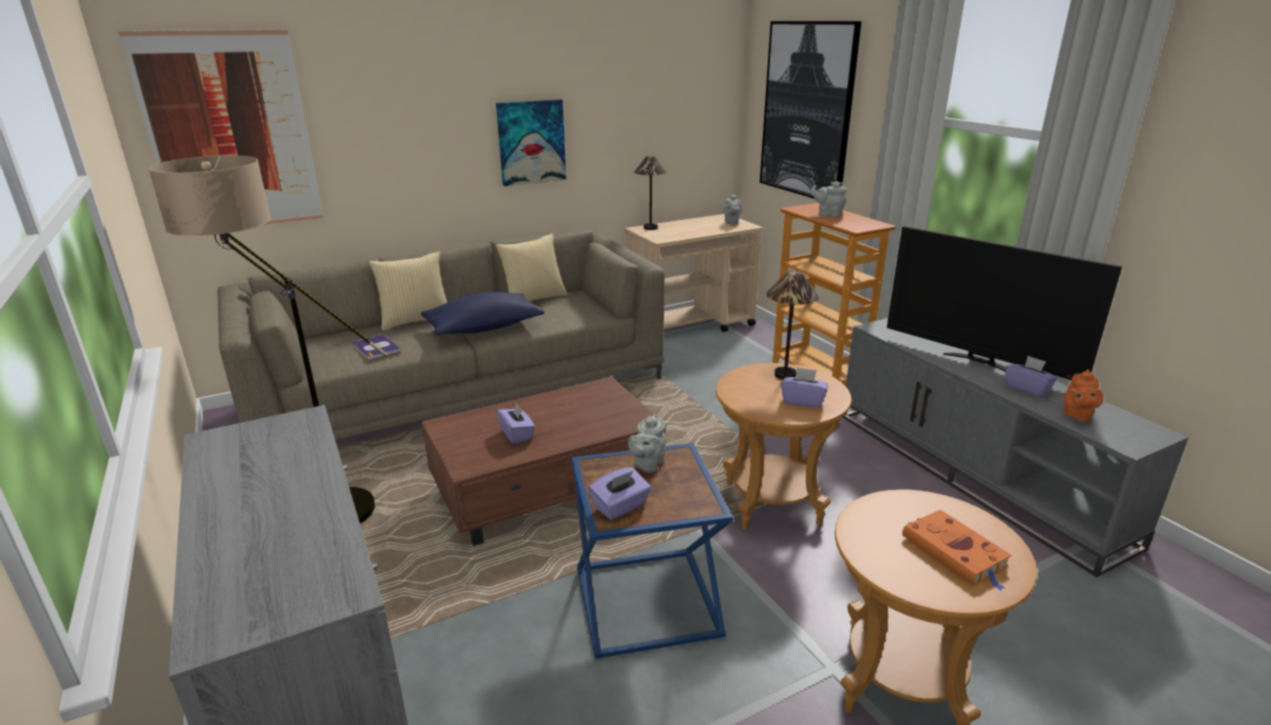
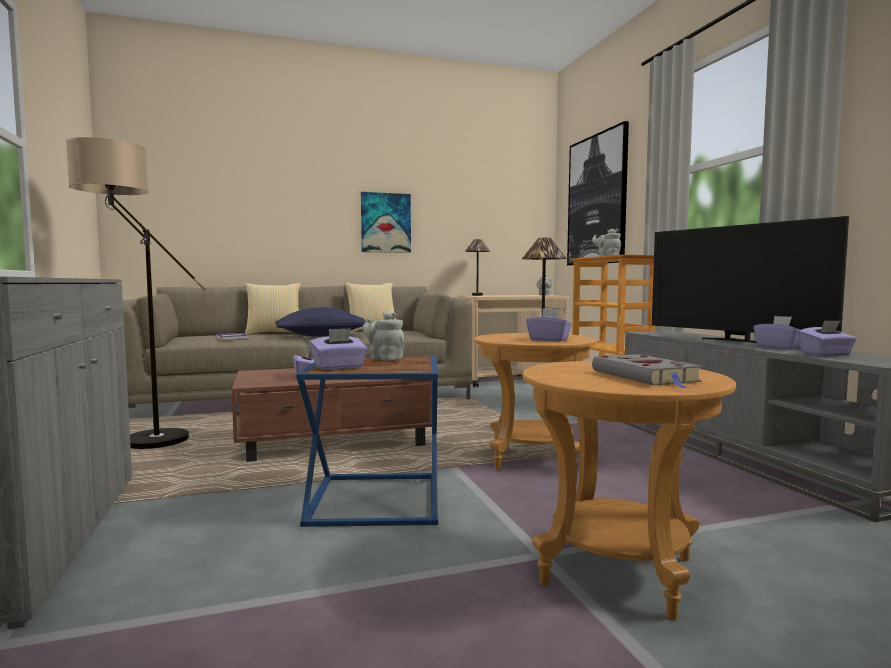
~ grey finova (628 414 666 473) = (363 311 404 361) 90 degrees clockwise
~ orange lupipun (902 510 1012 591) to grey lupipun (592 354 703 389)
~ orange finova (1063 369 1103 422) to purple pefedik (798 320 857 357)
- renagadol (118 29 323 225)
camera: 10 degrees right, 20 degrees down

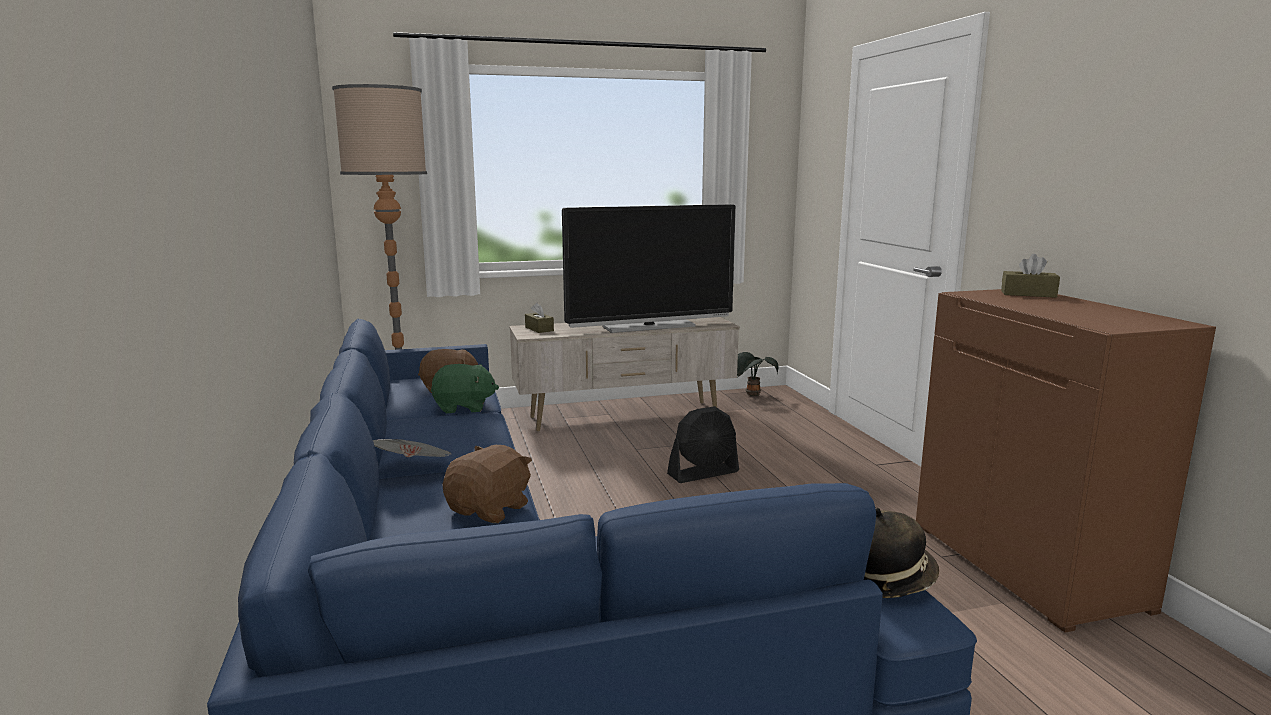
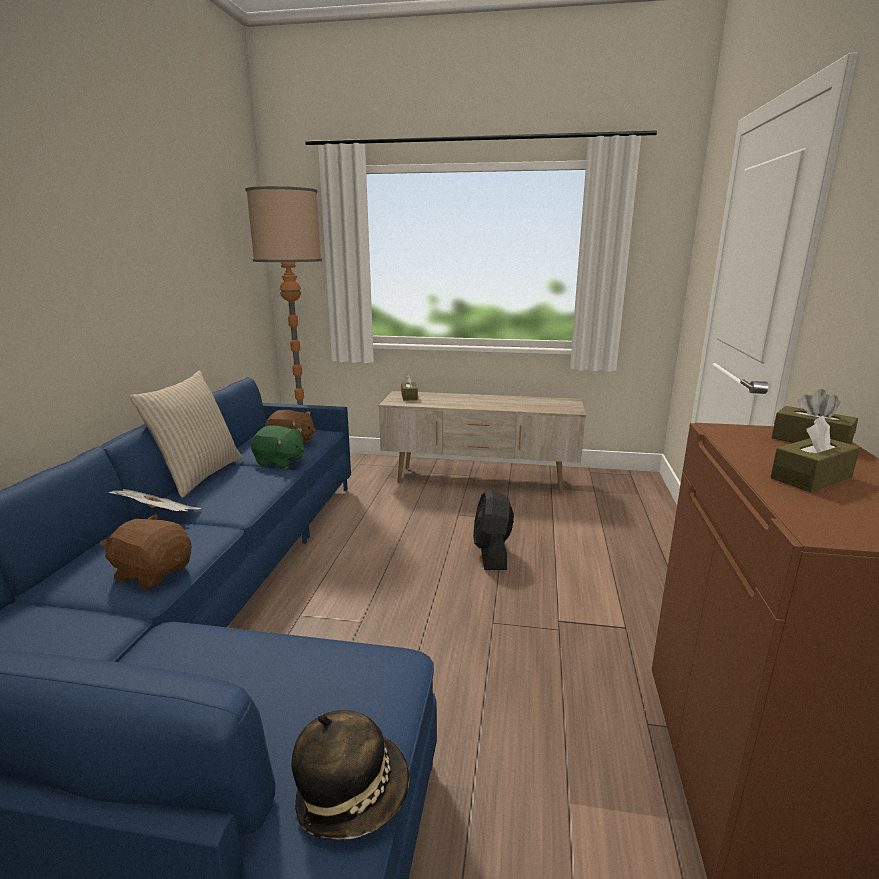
~ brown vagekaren (442 445 532 523) = (100 514 192 590) 120 degrees counterclockwise
+ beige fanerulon (129 371 242 498)
~ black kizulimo (667 406 739 483) = (473 490 514 570) 90 degrees clockwise
+ brown pefedik (770 416 860 492)
- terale (562 204 736 333)
- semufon (737 352 778 396)
camera: 25 degrees right, 5 degrees up

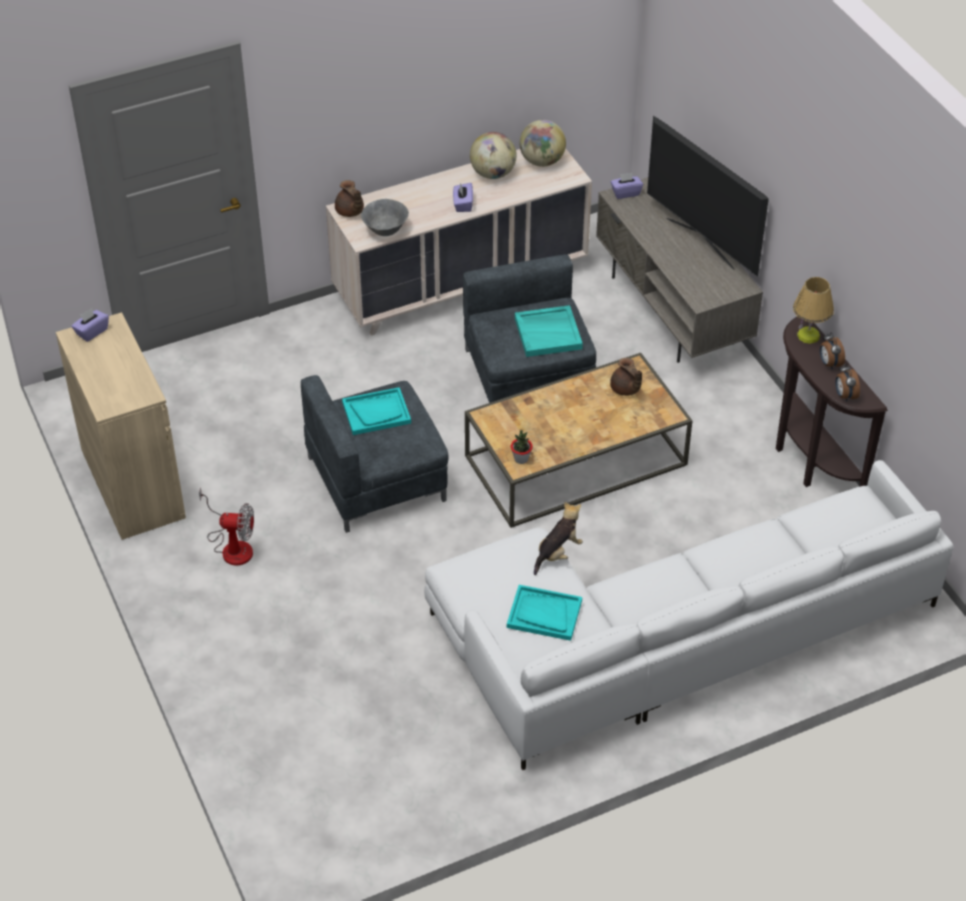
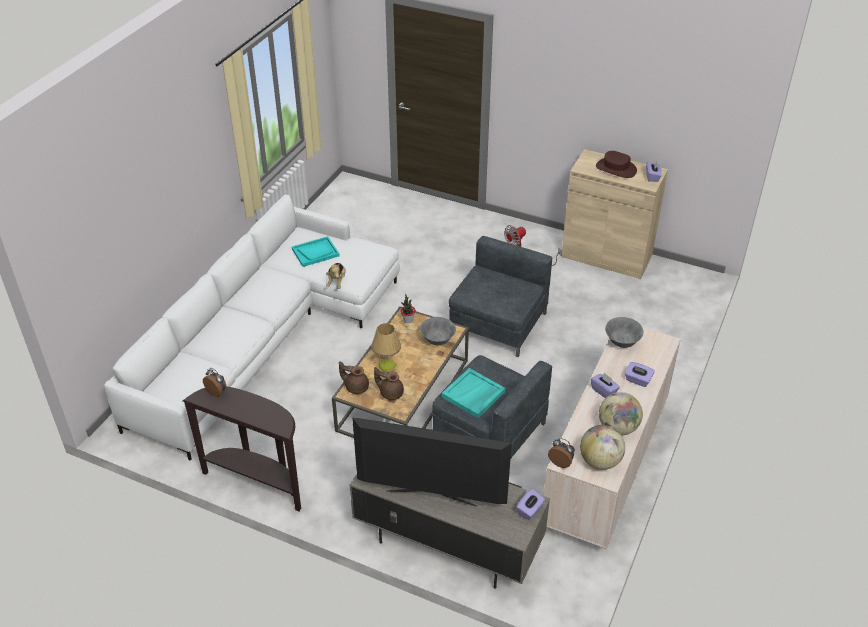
~ brown finova (335 180 364 217) to (339 361 369 394)
~ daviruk (793 277 834 344) to (372 323 401 372)
+ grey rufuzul (420 317 456 345)
~ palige (820 333 845 369) to (548 438 575 468)
+ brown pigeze (596 151 637 178)
+ purple pefedik (625 362 655 387)
- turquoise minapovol (342 387 411 435)
camera: 140 degrees right, 5 degrees down

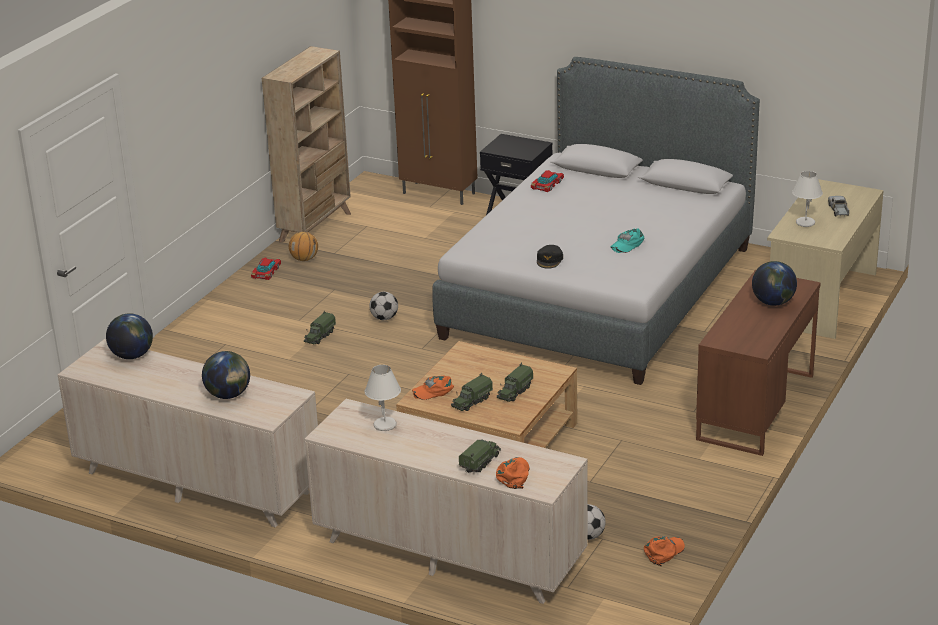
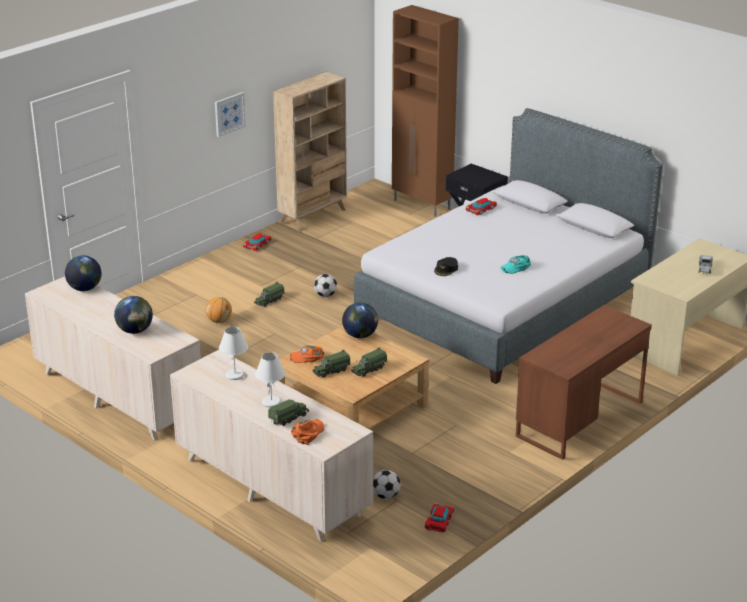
~ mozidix (289 232 318 261) to (206 297 232 323)
+ renagadol (215 92 246 137)
~ white daviruk (792 171 823 227) to (255 352 286 407)
~ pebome (752 261 797 306) to (342 302 378 338)
~ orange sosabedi (644 536 685 566) to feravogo (425 503 454 533)
camera: 15 degrees right, 0 degrees up

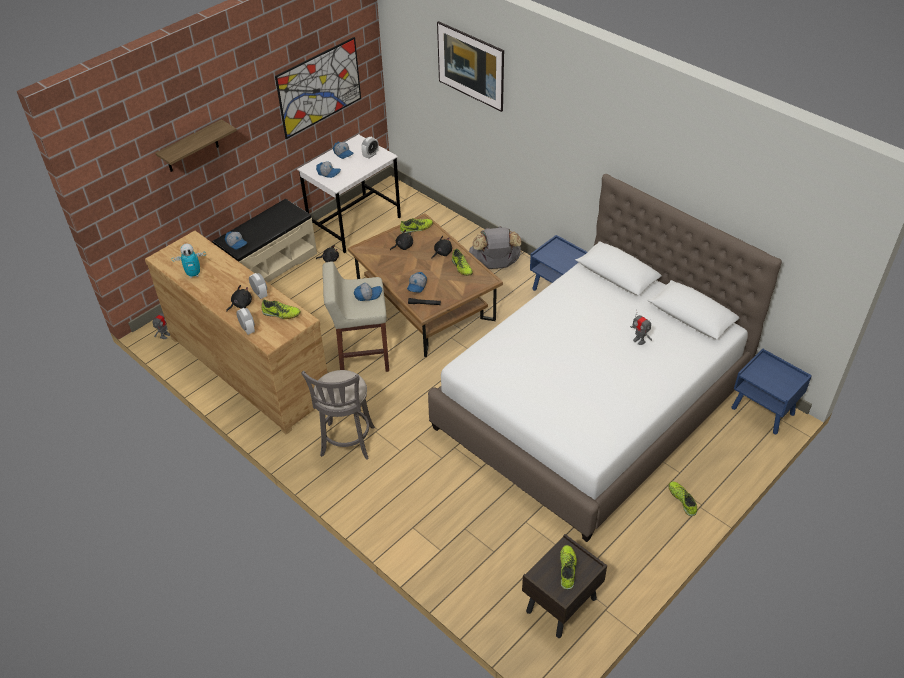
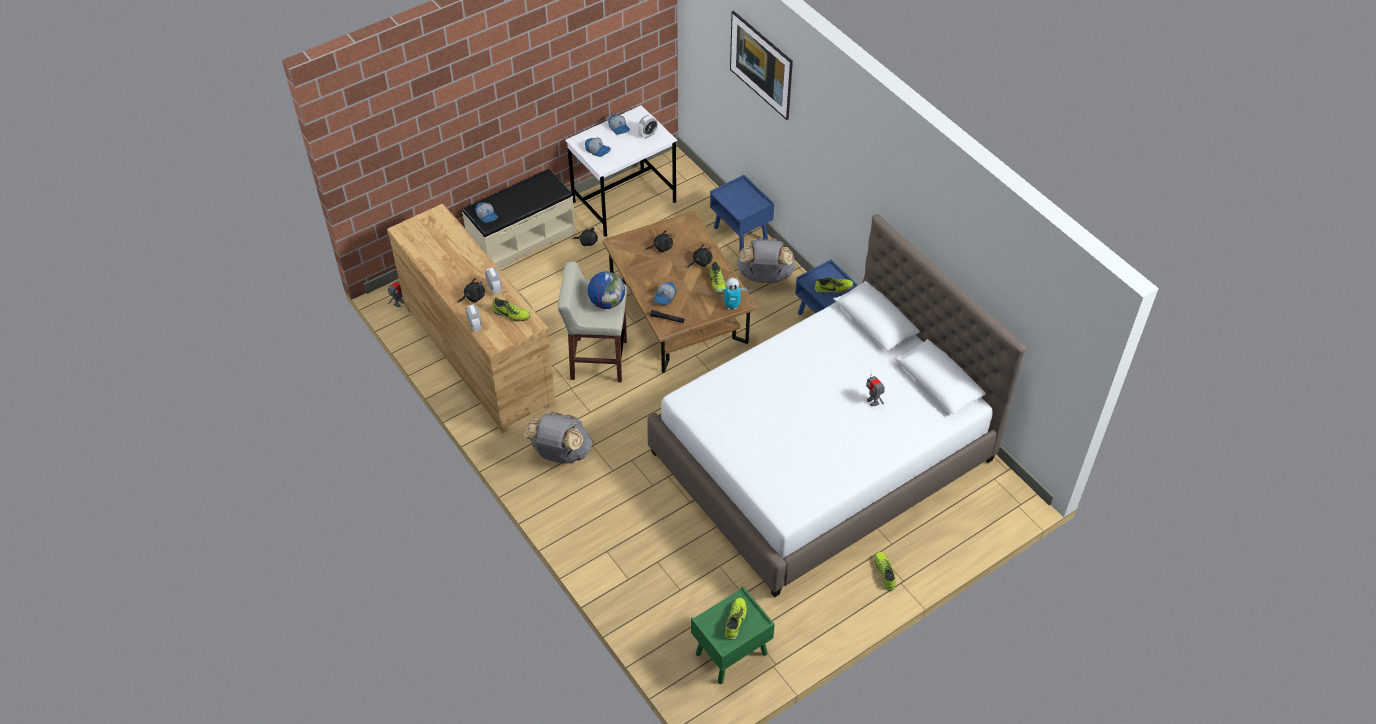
~ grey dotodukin (302 370 375 460) to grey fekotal (524 412 592 464)
~ sosabedi (354 283 382 301) to pebome (588 271 625 309)
~ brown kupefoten (522 534 607 638) to green kupefoten (691 586 775 684)
~ blue kupefoten (732 348 812 434) to (710 175 774 253)
~ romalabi (172 243 206 278) to (716 278 750 310)
~ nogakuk (400 219 433 233) to (815 277 853 293)
- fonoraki (155 119 237 172)
- renagadol (275 37 361 139)
camera: 10 degrees right, 5 degrees up

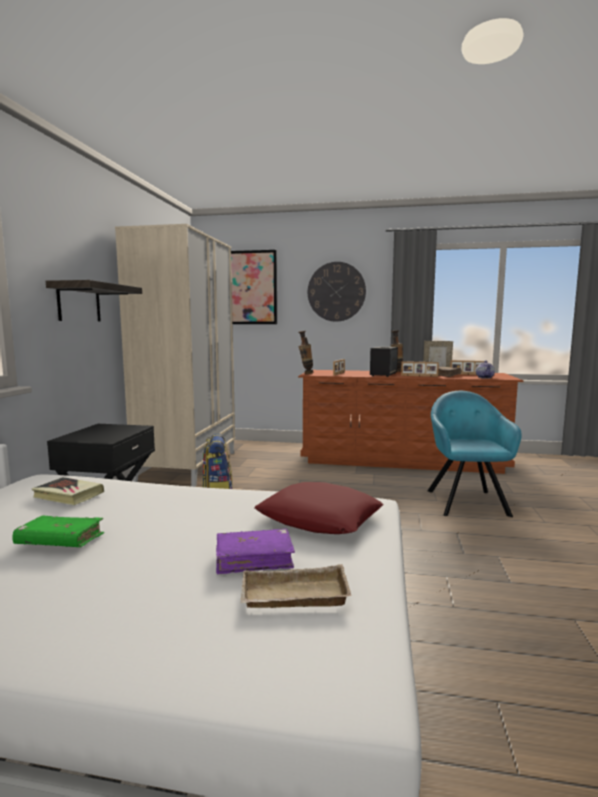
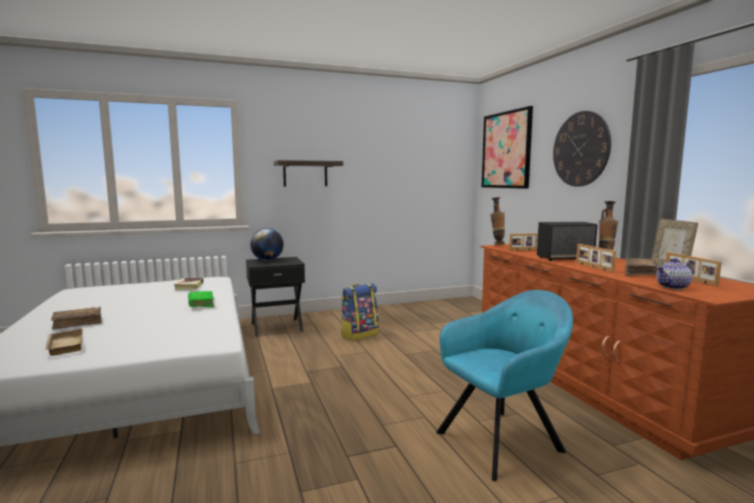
+ brown lupipun (51 307 102 330)
~ green lupipun (12 515 104 547) to (188 291 214 307)
+ pebome (250 228 284 261)
- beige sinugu (115 224 235 487)
- purple lupipun (216 529 295 574)
- red fanerulon (254 482 384 534)
camera: 60 degrees right, 0 degrees up

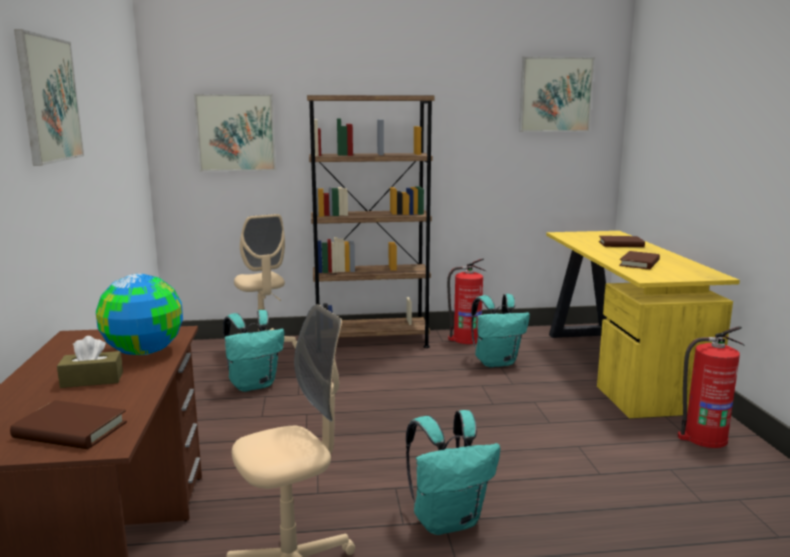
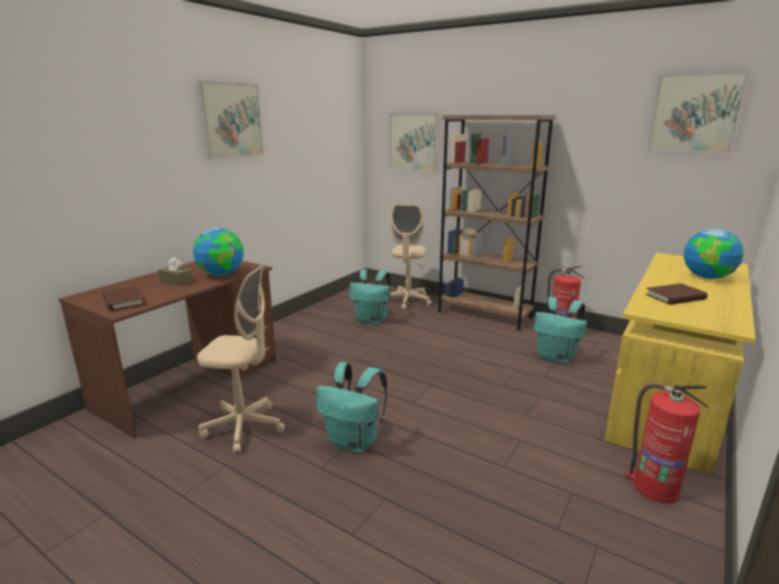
~ brown lupipun (599 236 645 247) to pebome (683 228 744 279)
camera: 40 degrees right, 5 degrees up

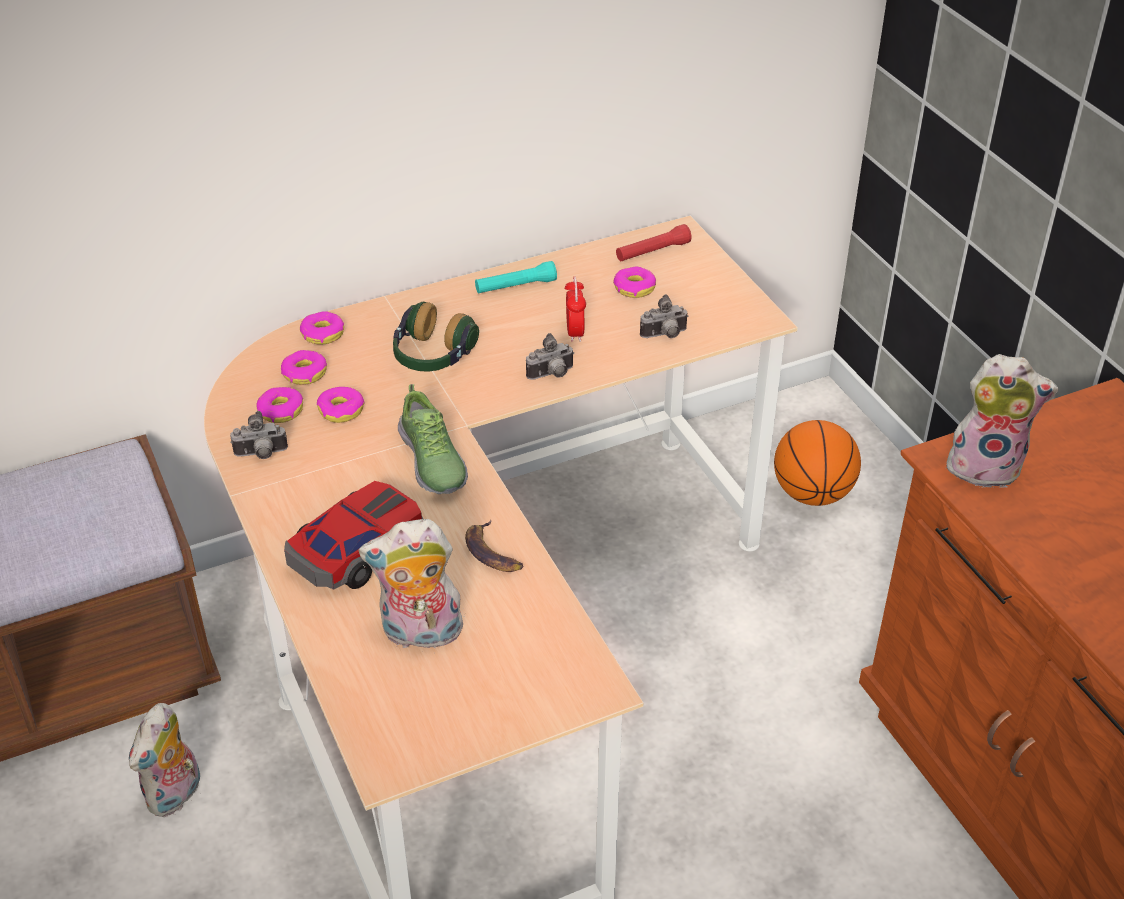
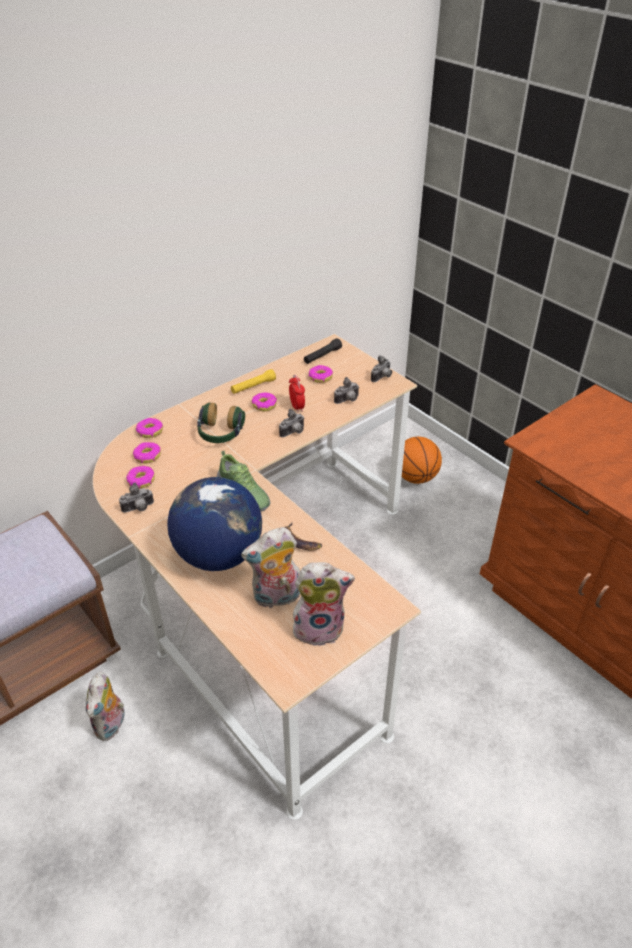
~ feravogo (284 481 423 590) to pebome (167 477 262 571)
~ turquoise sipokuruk (475 261 557 294) to yellow sipokuruk (231 369 276 394)
~ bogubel (317 387 365 423) to (251 393 277 411)
~ vagekaren (947 354 1058 488) to (293 562 355 647)
~ red sipokuruk (616 224 692 261) to black sipokuruk (304 338 342 364)
+ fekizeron (371 355 392 382)
camera: 15 degrees left, 0 degrees up

